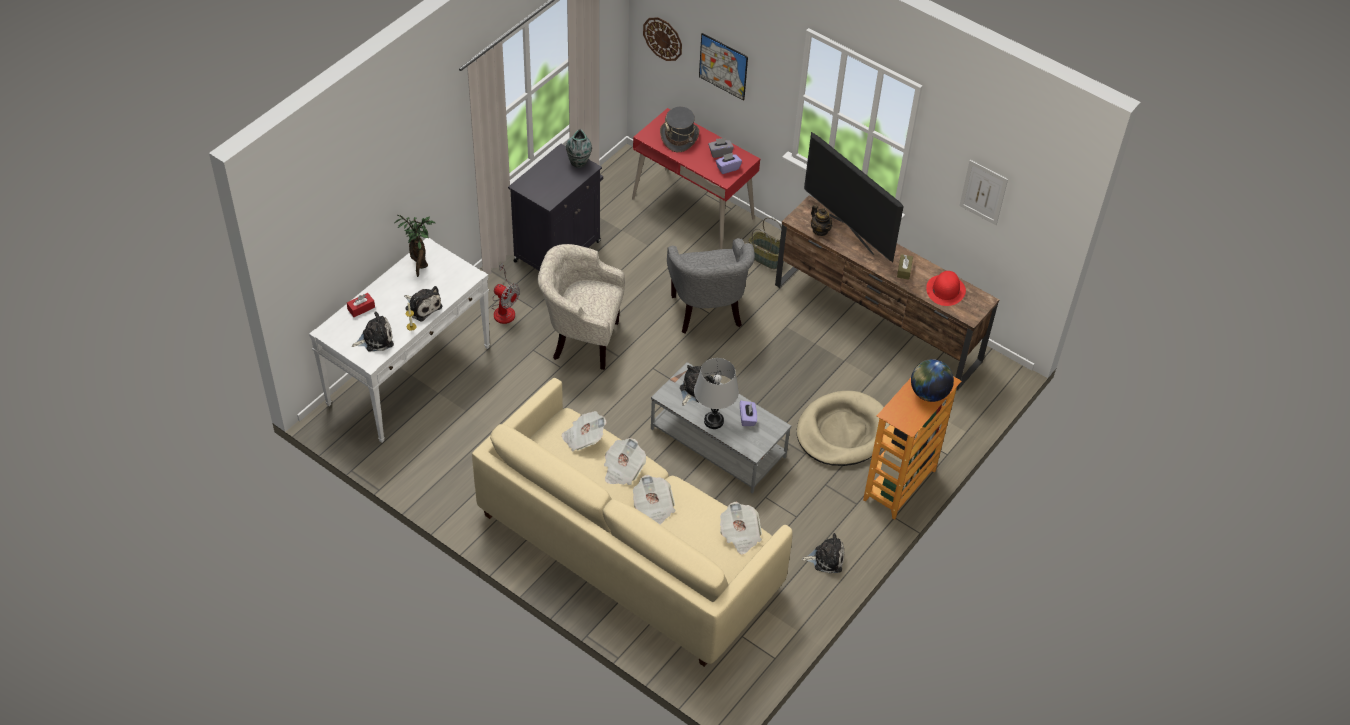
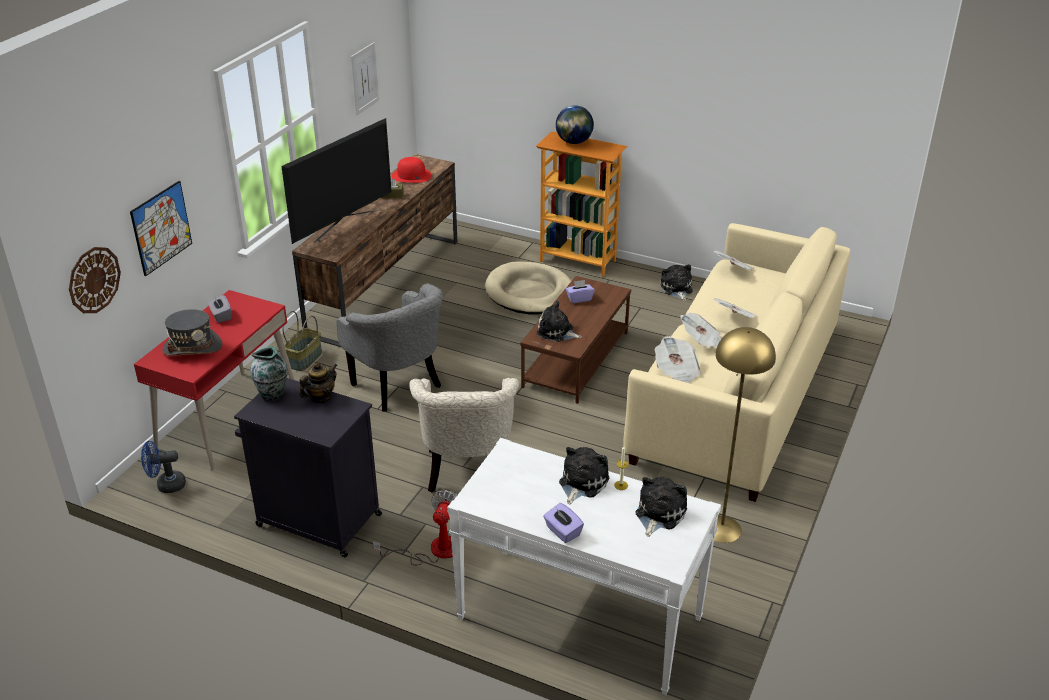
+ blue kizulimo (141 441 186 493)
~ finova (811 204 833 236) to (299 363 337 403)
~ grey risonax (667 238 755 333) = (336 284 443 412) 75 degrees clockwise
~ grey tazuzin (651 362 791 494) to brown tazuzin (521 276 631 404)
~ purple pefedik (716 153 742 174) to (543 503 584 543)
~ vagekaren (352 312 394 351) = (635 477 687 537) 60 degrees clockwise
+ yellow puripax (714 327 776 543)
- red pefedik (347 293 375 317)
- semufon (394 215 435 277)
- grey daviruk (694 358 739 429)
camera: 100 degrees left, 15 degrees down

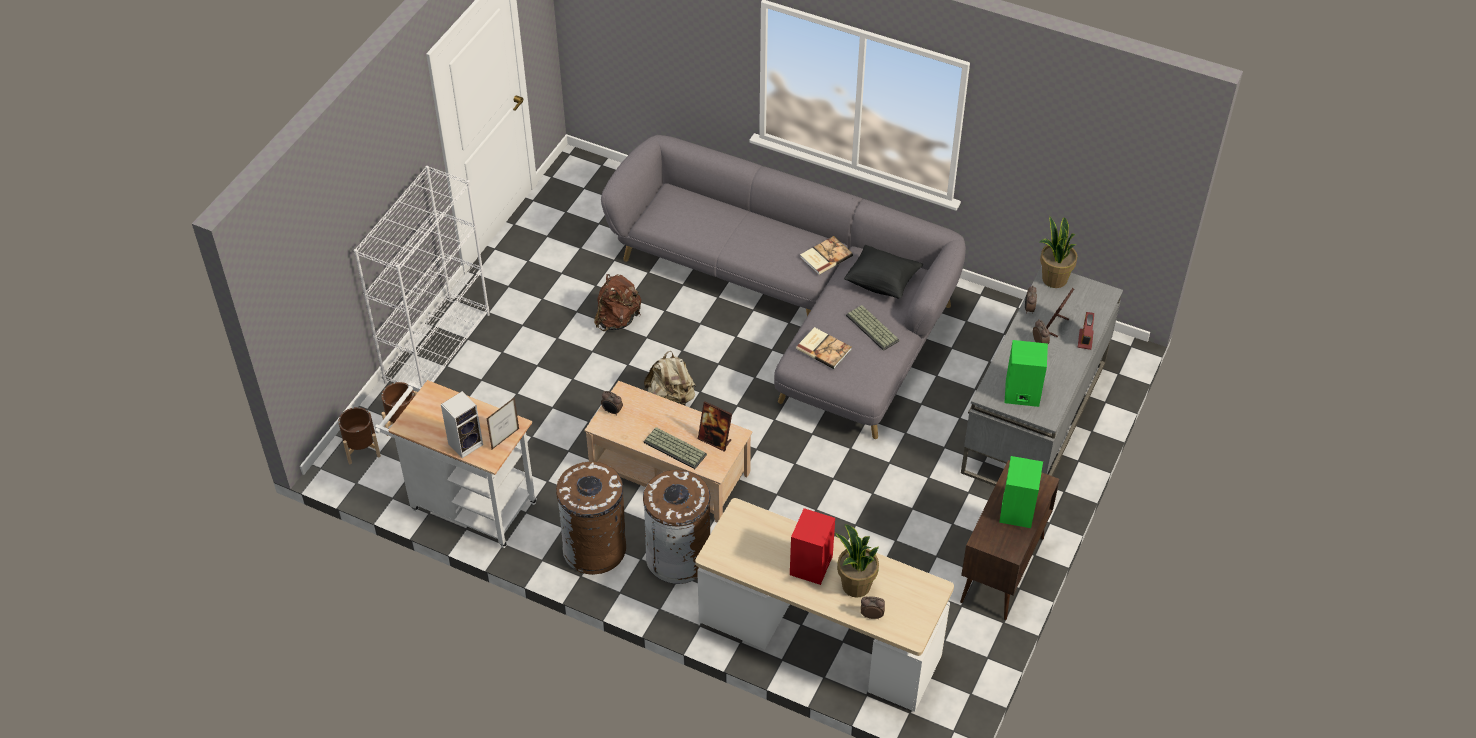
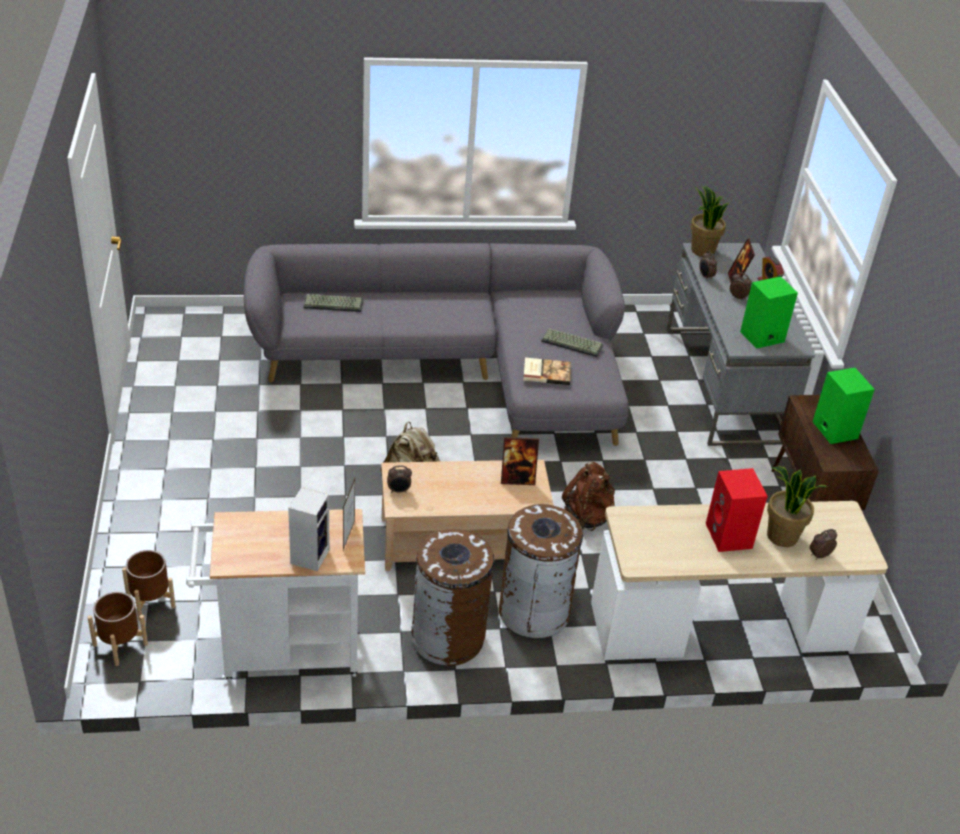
~ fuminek (643 427 707 469) to (304 294 363 312)
~ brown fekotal (594 274 641 331) to (562 462 615 531)
- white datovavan (354 166 490 387)
- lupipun (800 236 853 275)
- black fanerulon (844 245 923 298)
camera: 35 degrees left, 10 degrees down

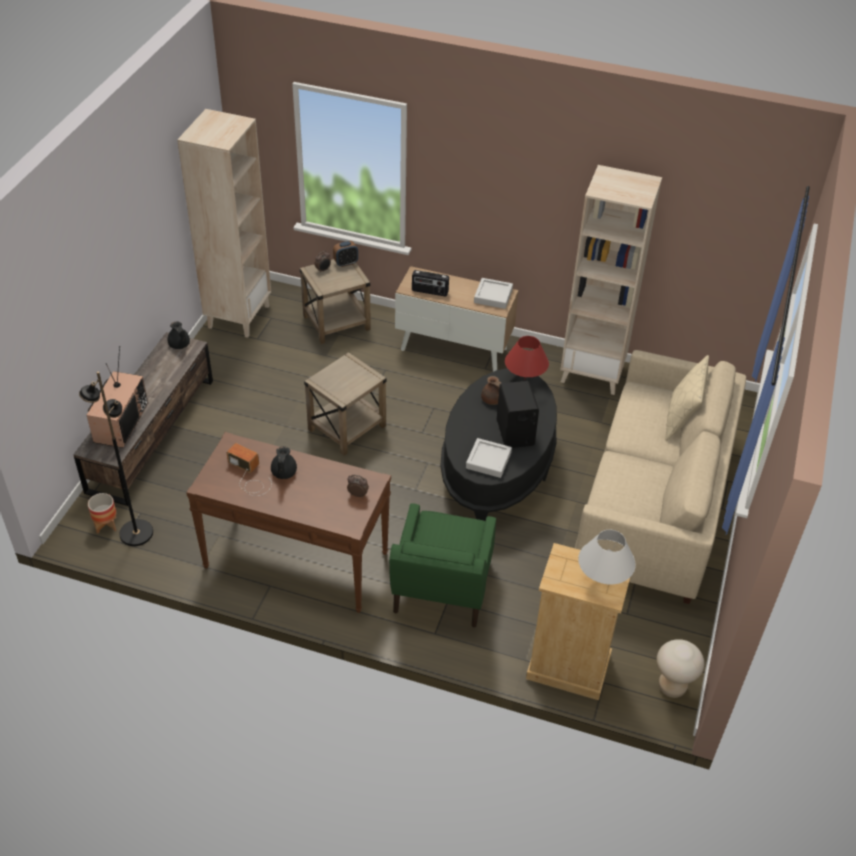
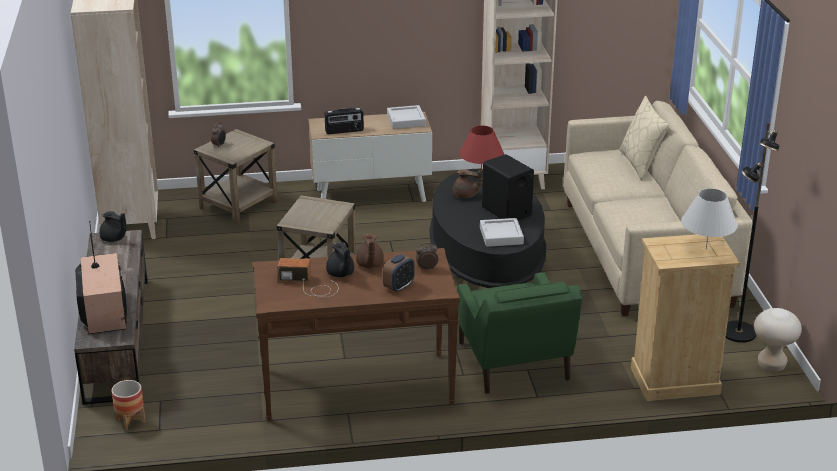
+ brown finova (356 233 384 268)
~ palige (333 241 358 267) to (383 254 415 293)
~ black puripax (79 372 153 546) to (726 123 779 343)
camera: 25 degrees left, 15 degrees down

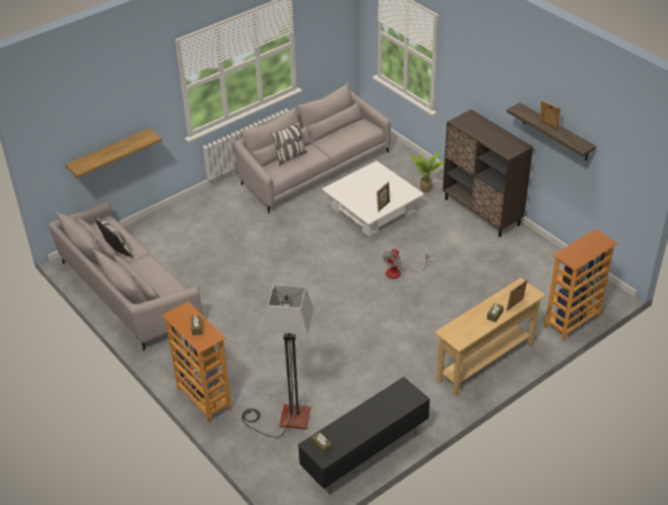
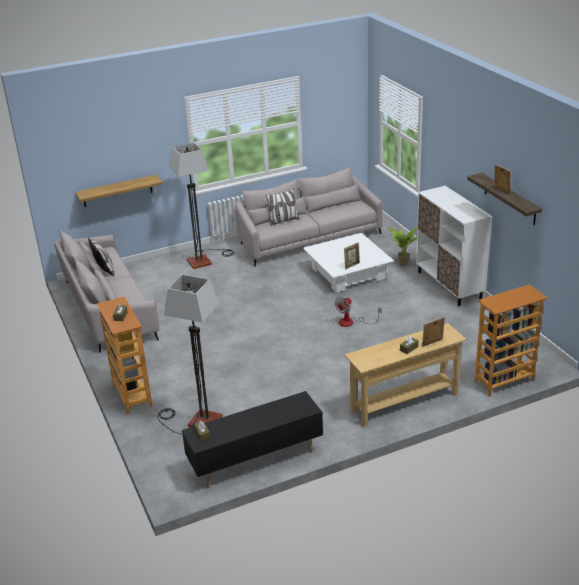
+ puripax (170 143 235 269)
~ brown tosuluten (443 109 533 237) to white tosuluten (416 186 492 306)
camera: 15 degrees right, 10 degrees down

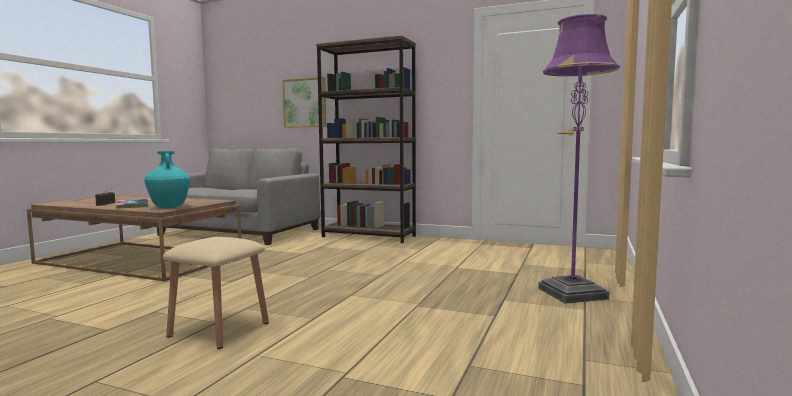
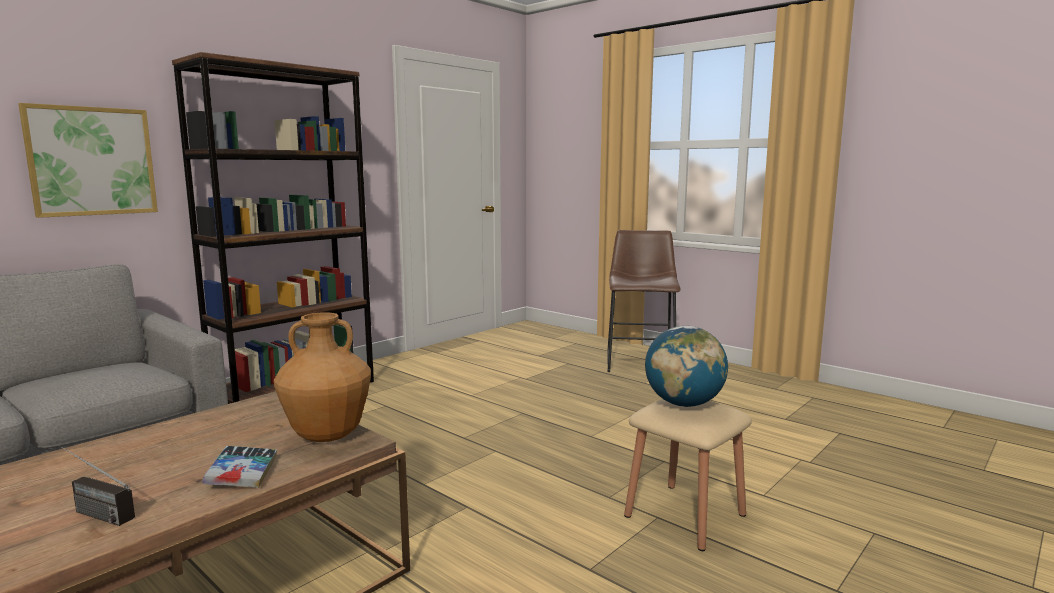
~ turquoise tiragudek (144 151 190 208) to brown tiragudek (274 312 371 442)
~ purple puripax (538 14 620 304) to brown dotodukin (608 230 681 372)
+ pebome (645 326 728 407)
camera: 70 degrees left, 5 degrees up

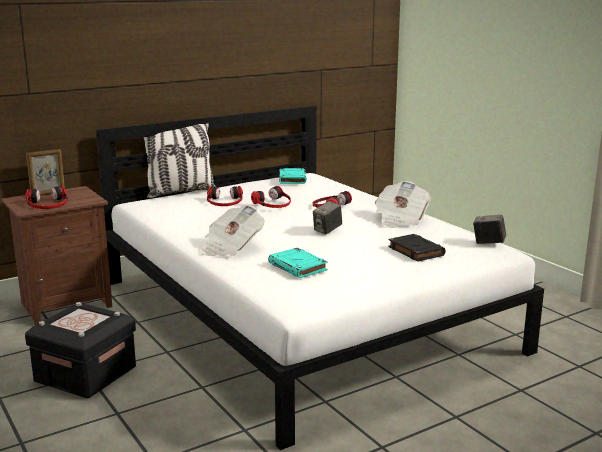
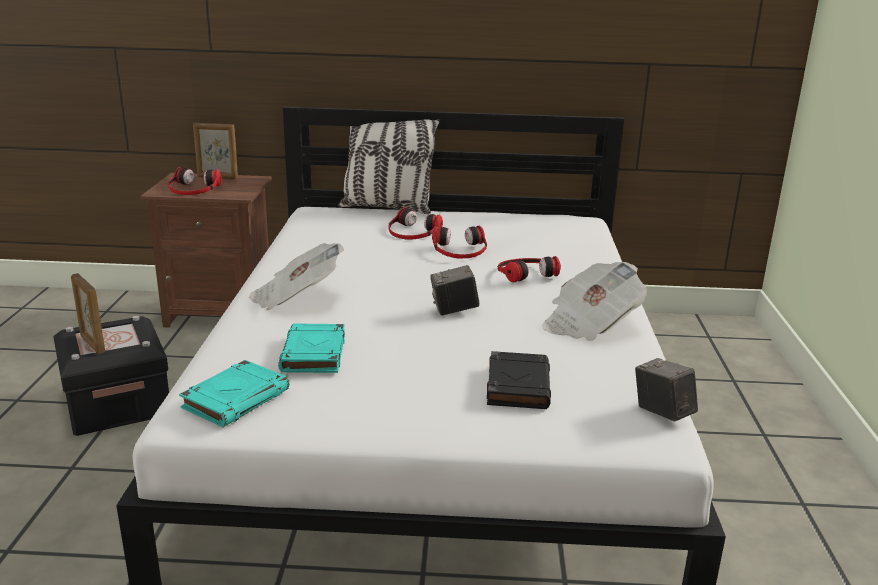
+ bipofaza (71 273 105 354)
~ turquoise lupipun (279 168 306 184) to (179 360 289 427)
camera: 35 degrees right, 5 degrees up

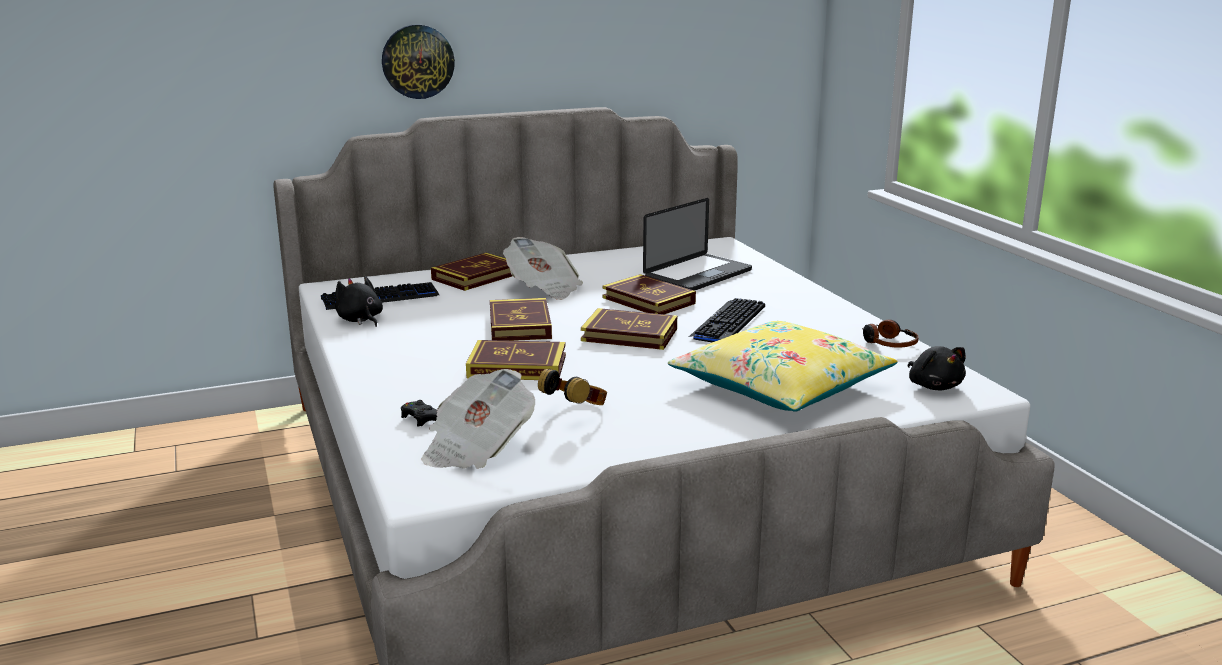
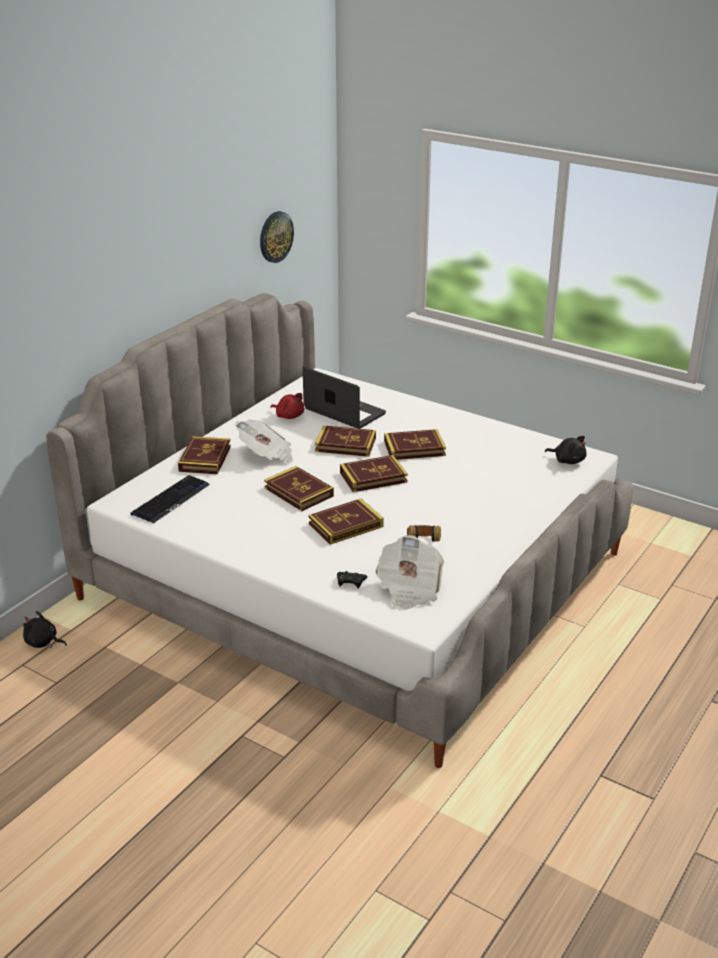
~ black vagekaren (335 276 383 327) to (23 611 67 648)
~ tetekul (382 25 455 99) to (260 211 294 263)
+ red vagekaren (270 393 304 419)
~ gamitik (643 198 752 291) = (303 367 386 429) 60 degrees counterclockwise
~ fuminek (689 298 765 342) to lupipun (384 429 446 460)
- yellow fanerulon (668 321 898 411)
- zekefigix (862 319 919 348)
camera: 35 degrees left, 10 degrees up

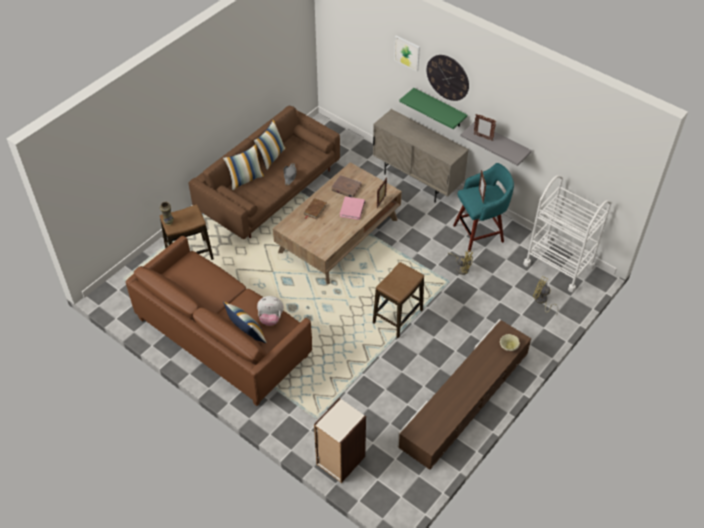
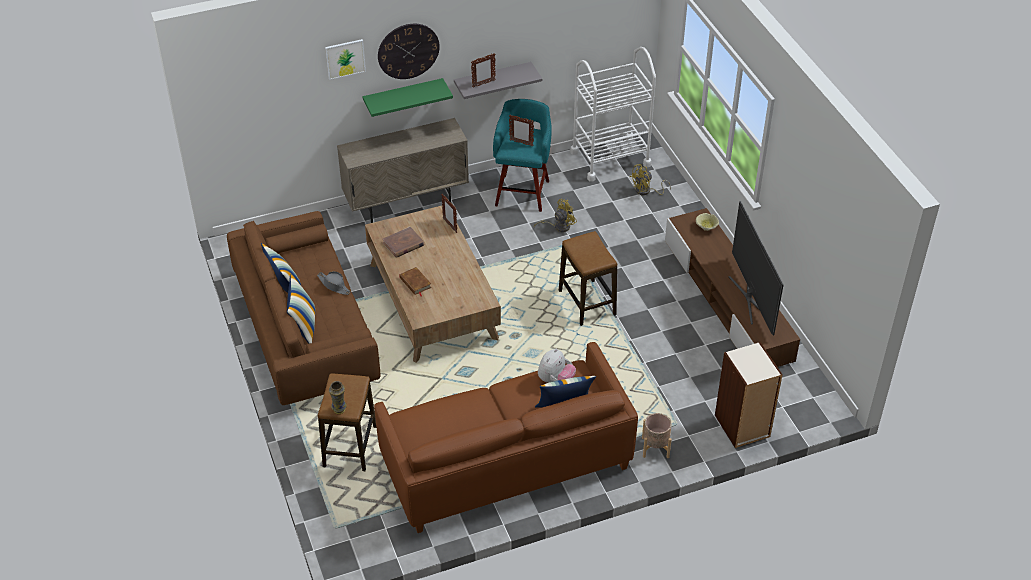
+ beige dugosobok (642 413 672 458)
+ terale (728 201 784 335)
- pink lupipun (340 196 365 220)
camera: 60 degrees left, 5 degrees down

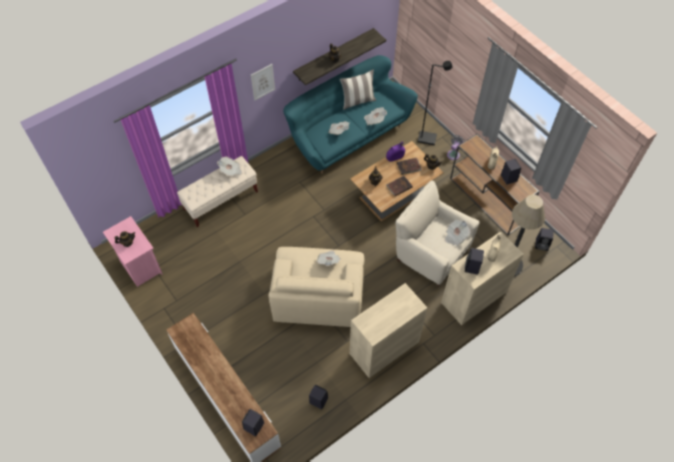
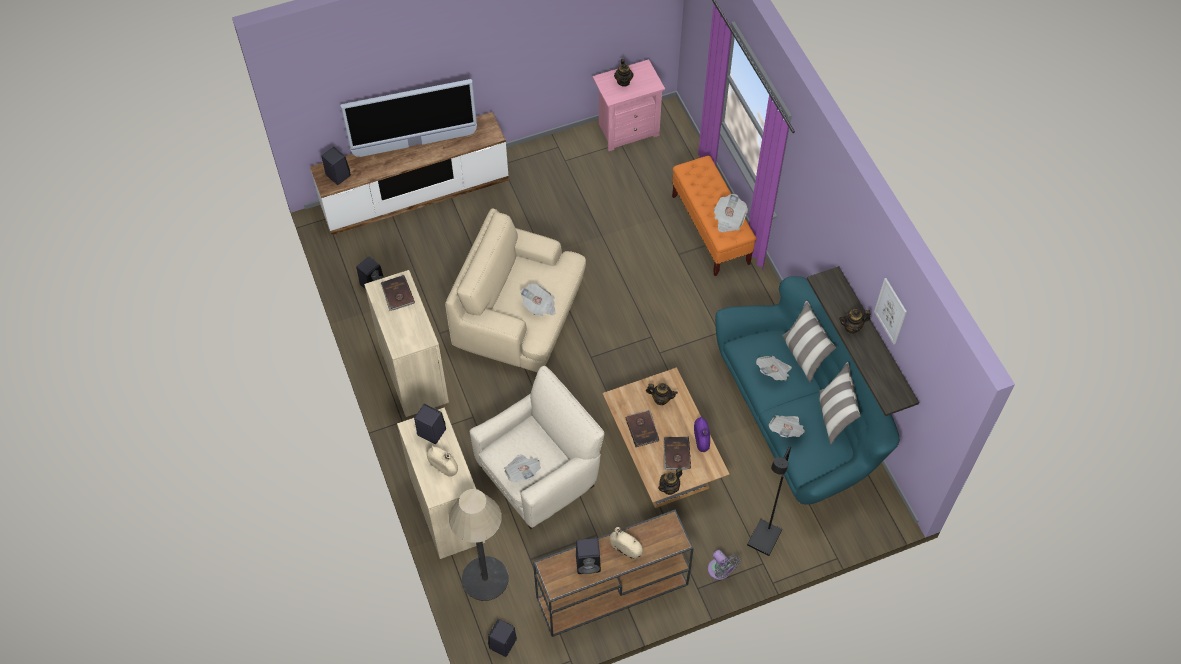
+ terale (341 79 477 157)
+ brown lupipun (381 275 415 311)
~ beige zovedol (177 156 258 227) to orange zovedol (672 156 757 276)
+ fanerulon (782 301 836 383)
~ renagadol (251 64 275 100) to (874 278 907 344)
camera: 105 degrees right, 0 degrees up

